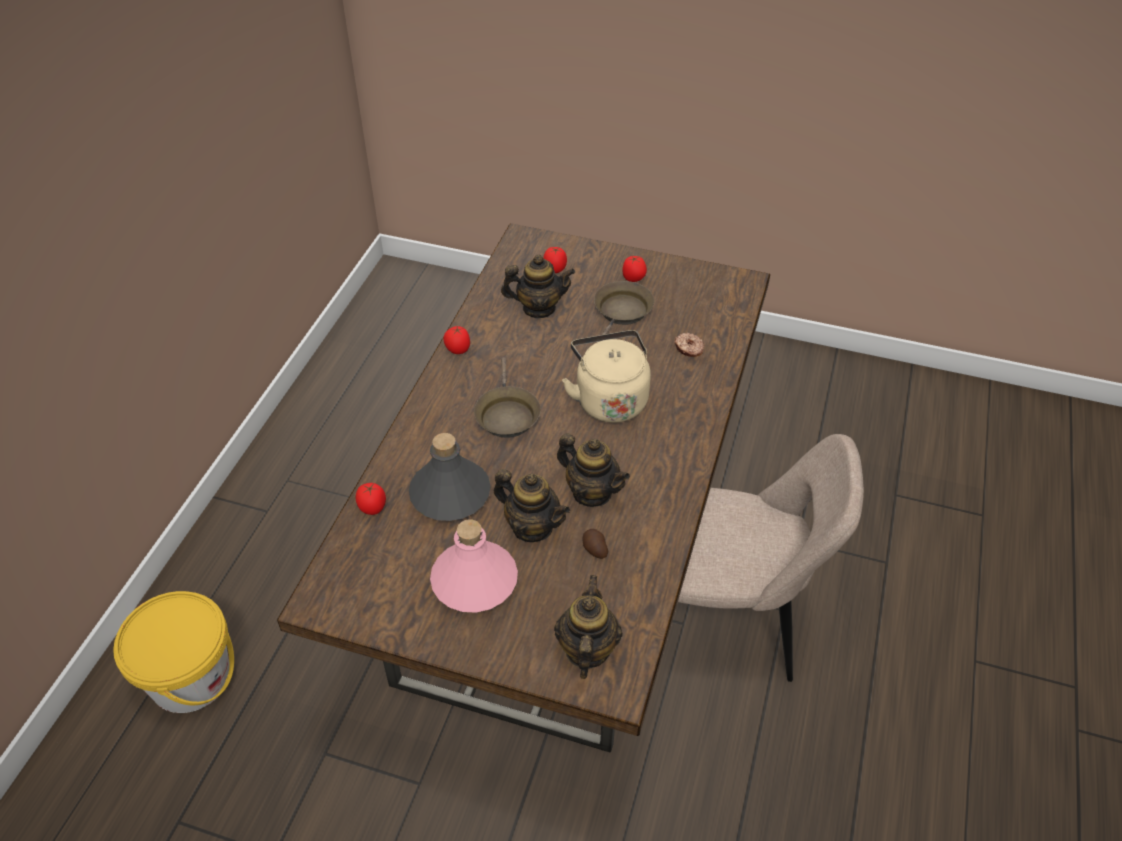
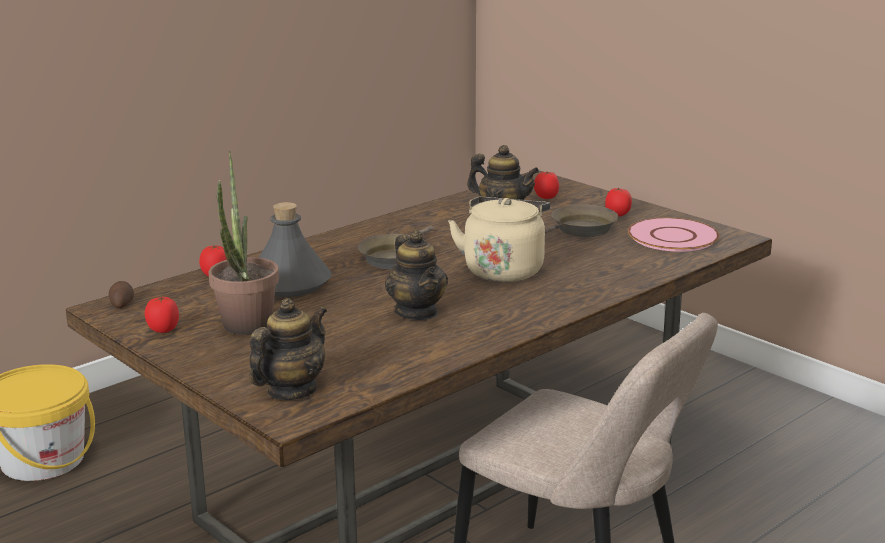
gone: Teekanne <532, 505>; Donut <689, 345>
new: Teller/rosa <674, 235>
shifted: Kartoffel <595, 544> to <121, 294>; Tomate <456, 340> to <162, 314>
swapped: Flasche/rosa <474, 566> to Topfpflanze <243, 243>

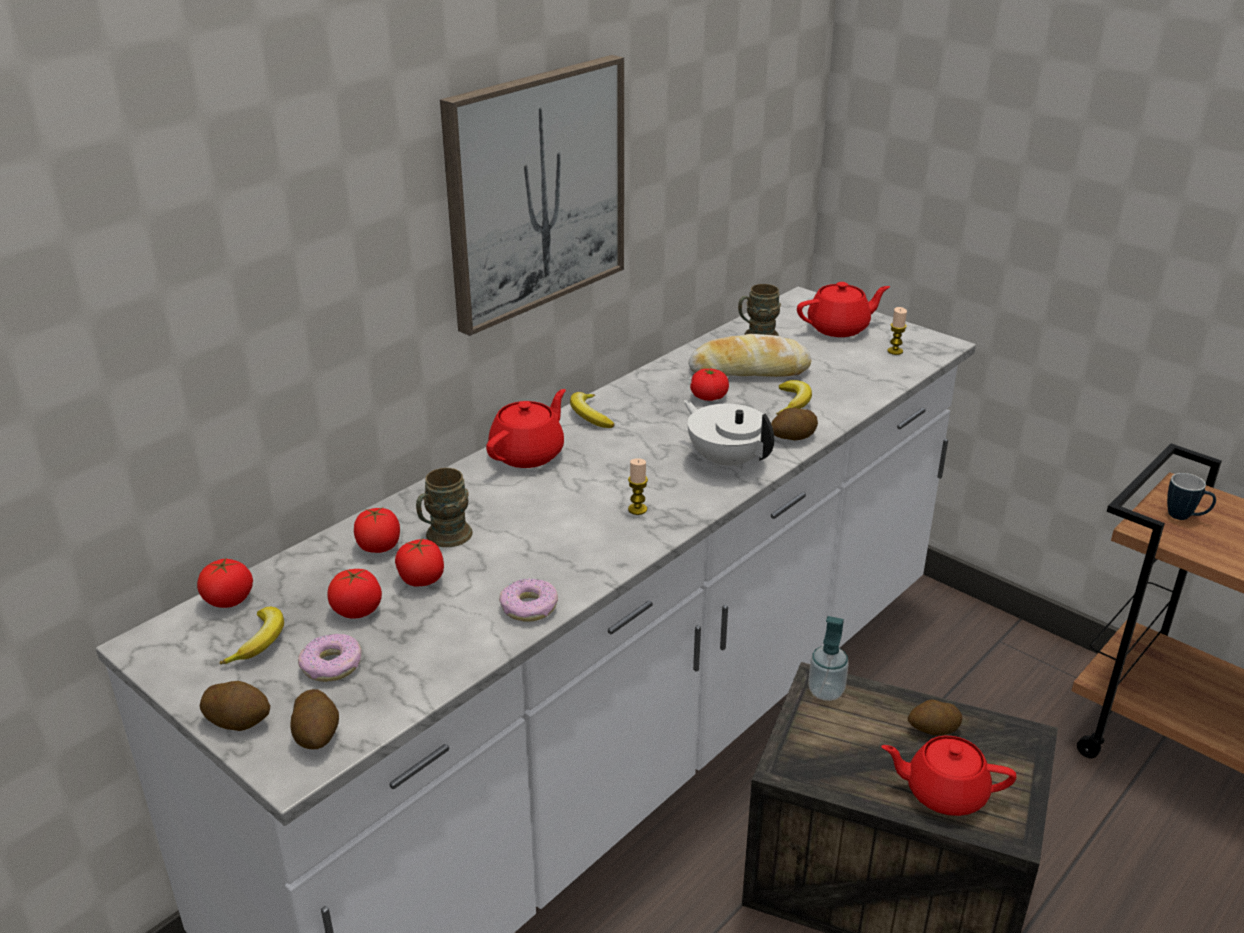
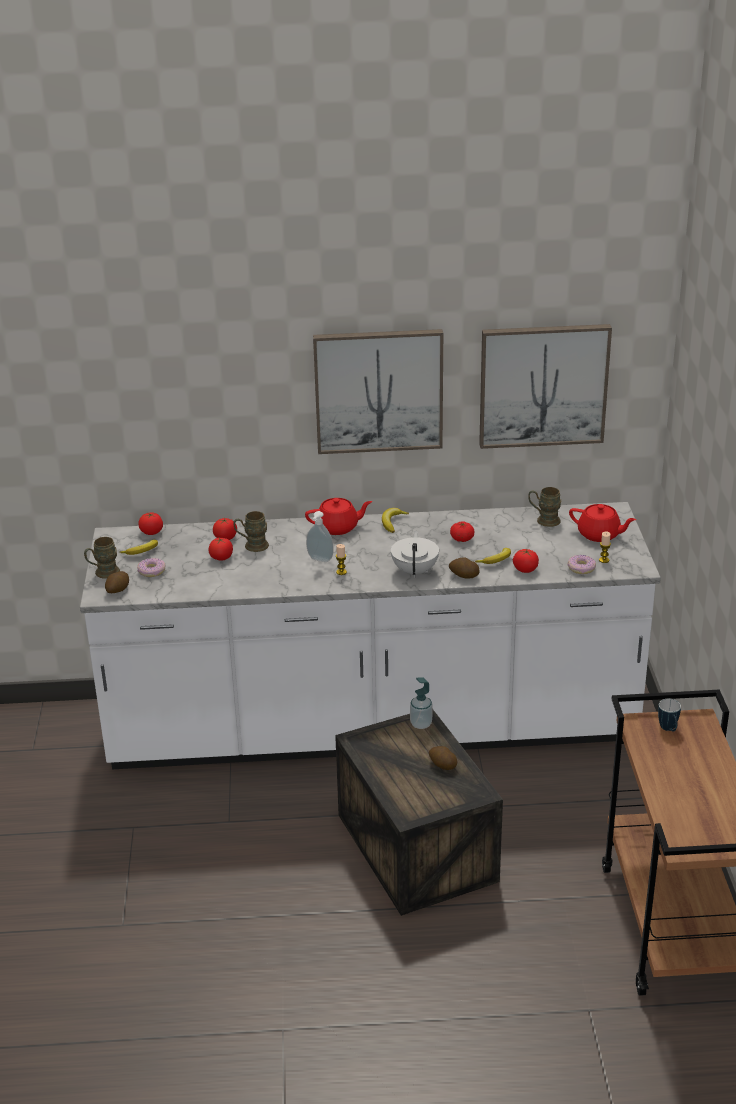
gone: Brot <750, 355>; Teekanne/rot <948, 775>
new: Seifenspender <320, 536>; Bild <545, 386>
shifted: Tomate <355, 594> to <526, 561>; Donut <528, 600> to <581, 564>
swapped: Kartoffel <235, 706> to Henkelbecher/braun <102, 558>

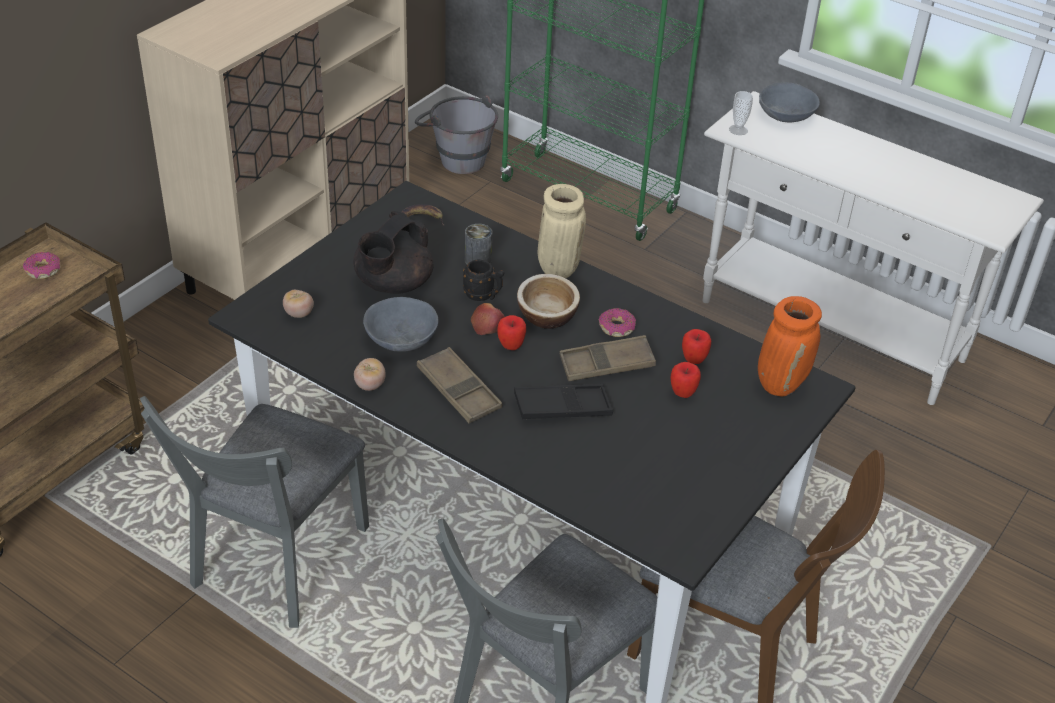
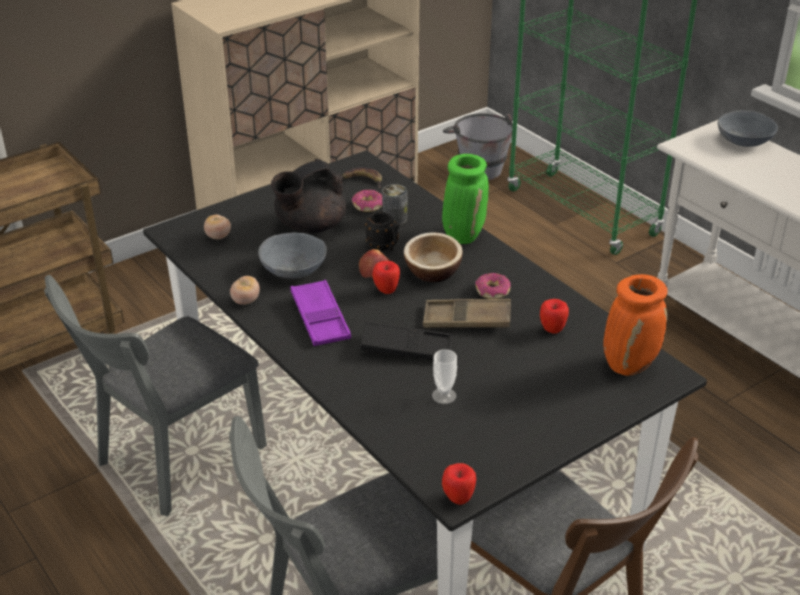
shifted: Donut <41, 265> to <367, 201>; Tasse <741, 113> to <444, 376>; Apfel <685, 380> to <459, 484>
repainted: Tablett/braun <460, 385> to Tablett/lila <320, 313>; Vase/beige <562, 231> to Vase/grün <465, 199>

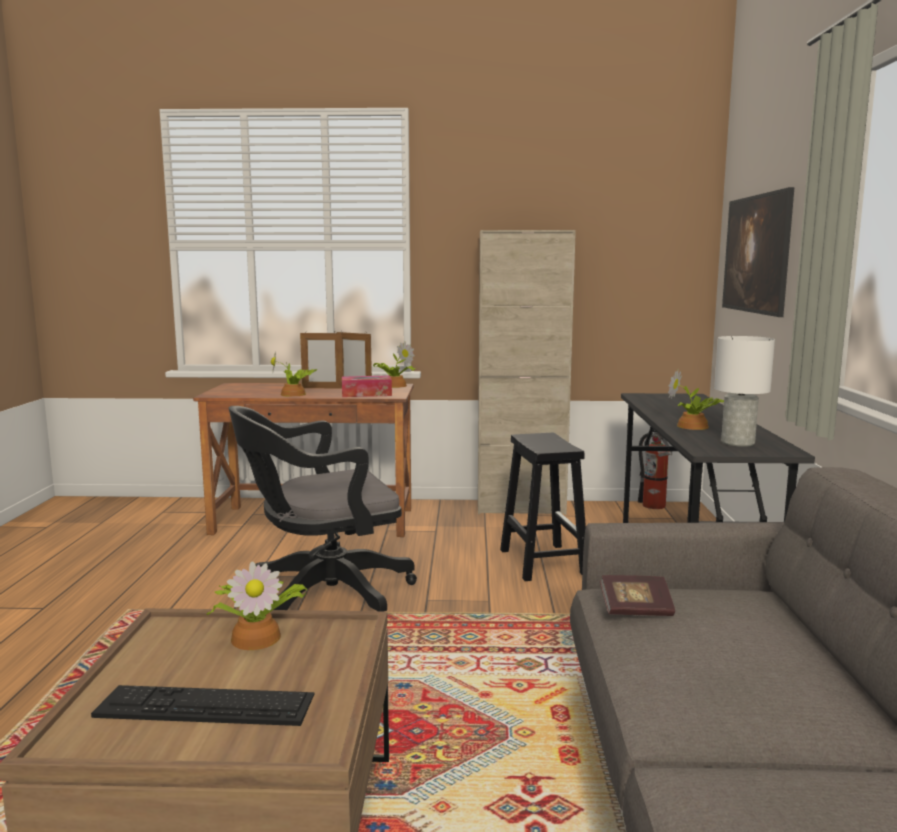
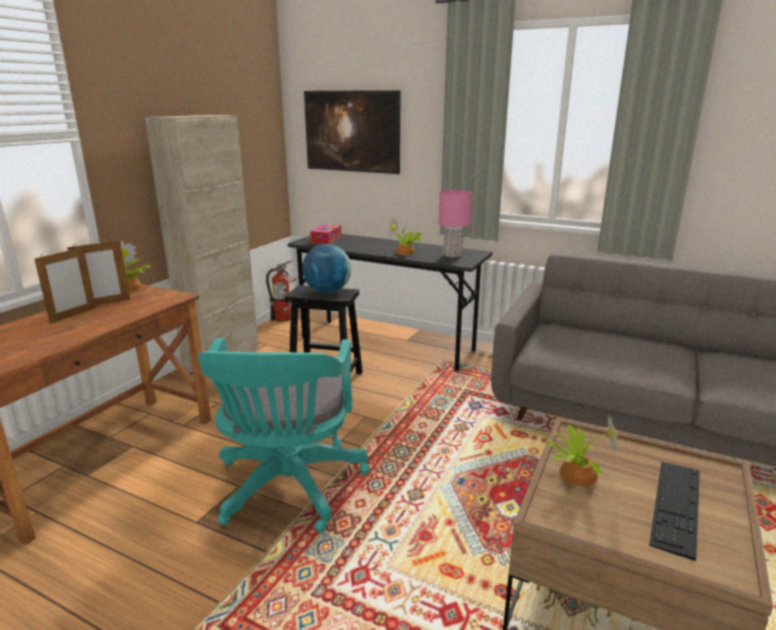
gone: Topfpflanze <294, 373>; Buch <637, 595>
new: Globus <326, 268>
shifted: Taschentuchbox <367, 386> to <325, 234>
repainted: Bürostuhl/schwarz <323, 508> to Bürostuhl/türkis <284, 435>; Tischlampe/weiß <744, 391> to Tischlampe/rosa <455, 223>

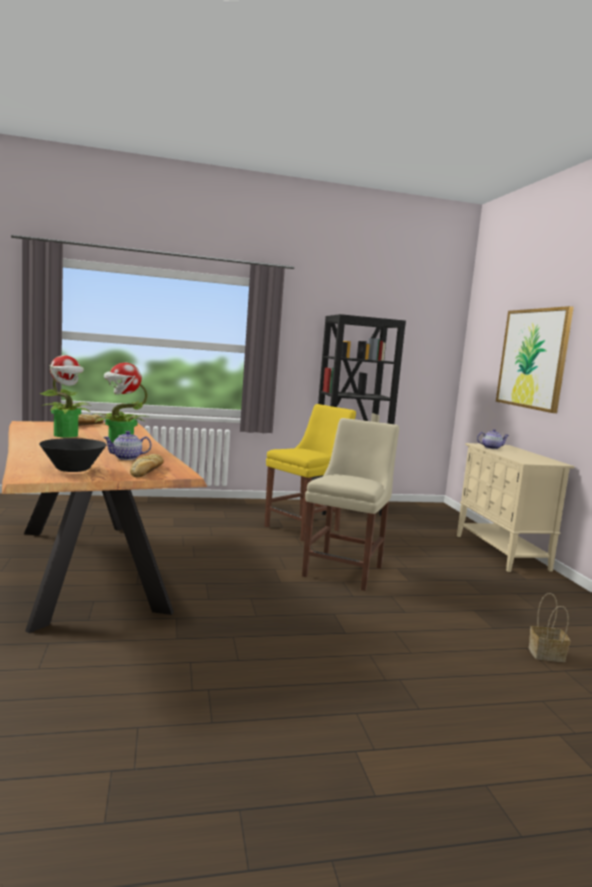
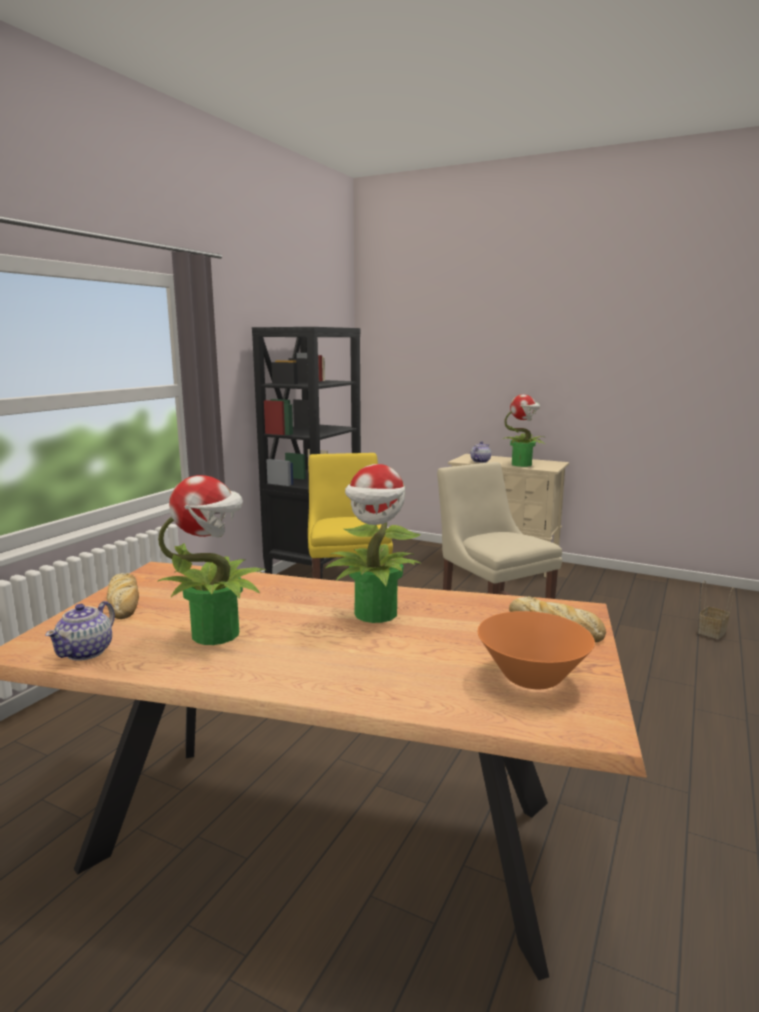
gone: Bild <535, 359>
new: Topfpflanze <524, 430>
shifted: Teekanne <127, 445> to <80, 631>
repainted: Schüssel/schwarz <73, 455> to Schüssel/orange <536, 650>

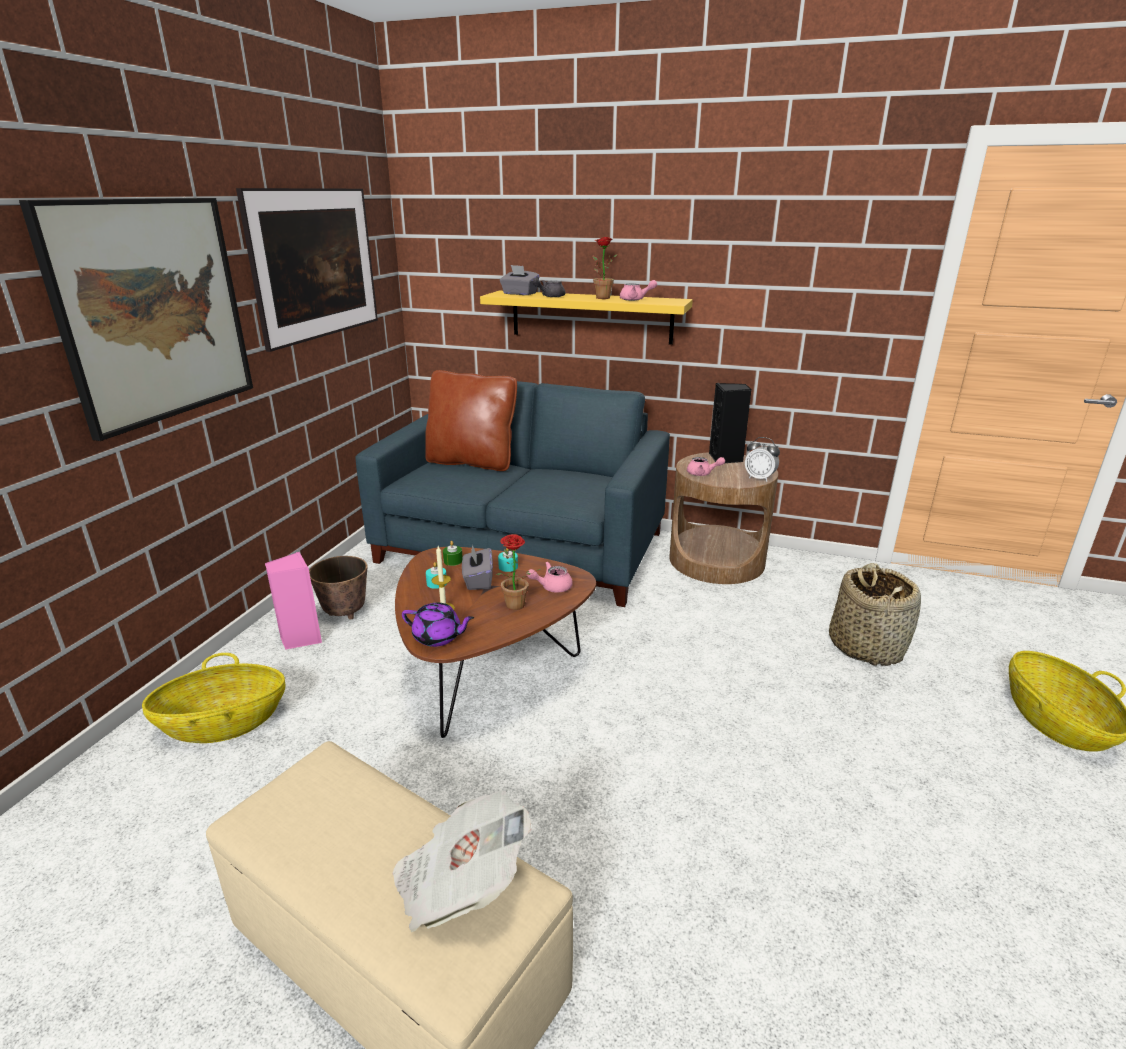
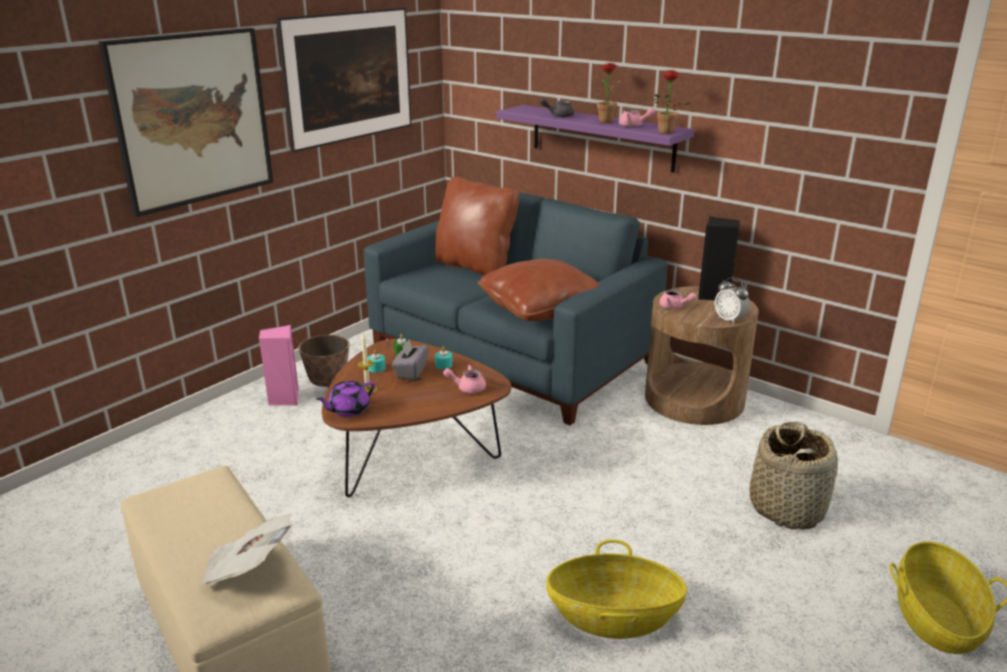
gone: Taschentuchbox/grau <520, 280>
new: Kissen/braun <538, 290>
shifted: Korb <213, 698> to <616, 589>; Topfpflanze <518, 572> to <672, 102>
repainted: Wandregal/gelb <586, 318> to Wandregal/lila <595, 139>
rotated: Teekanne/lila <438, 625> = <345, 399> 105 degrees clockwise

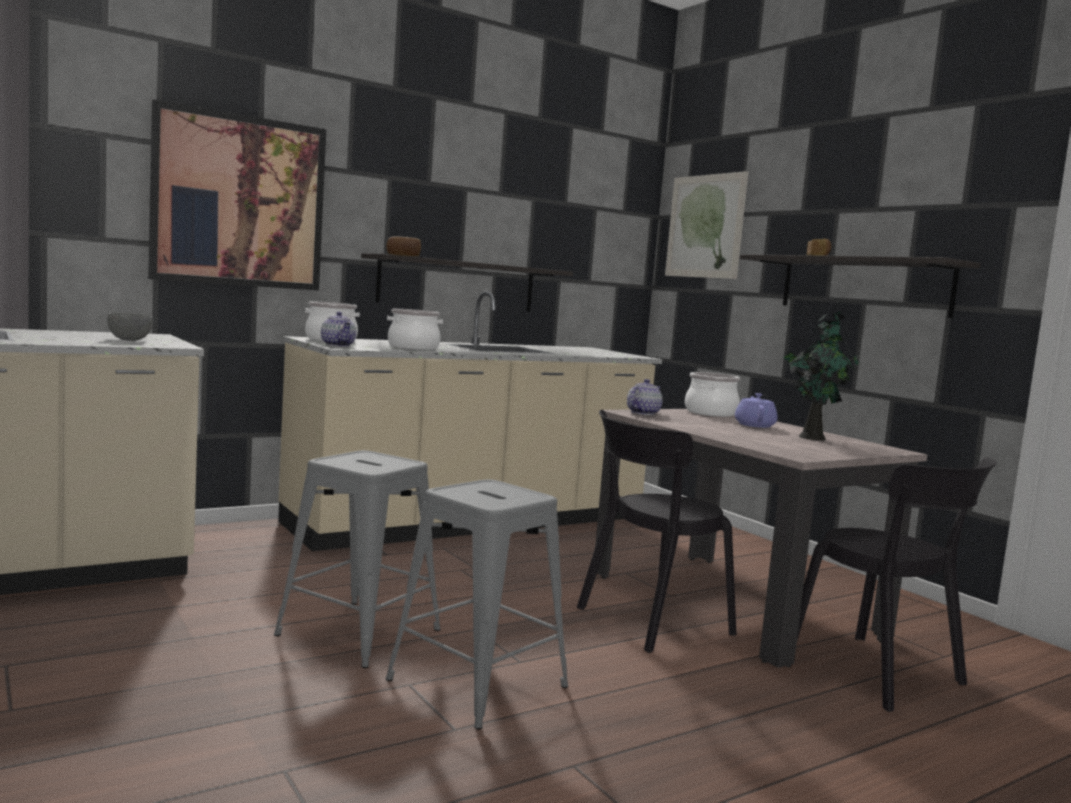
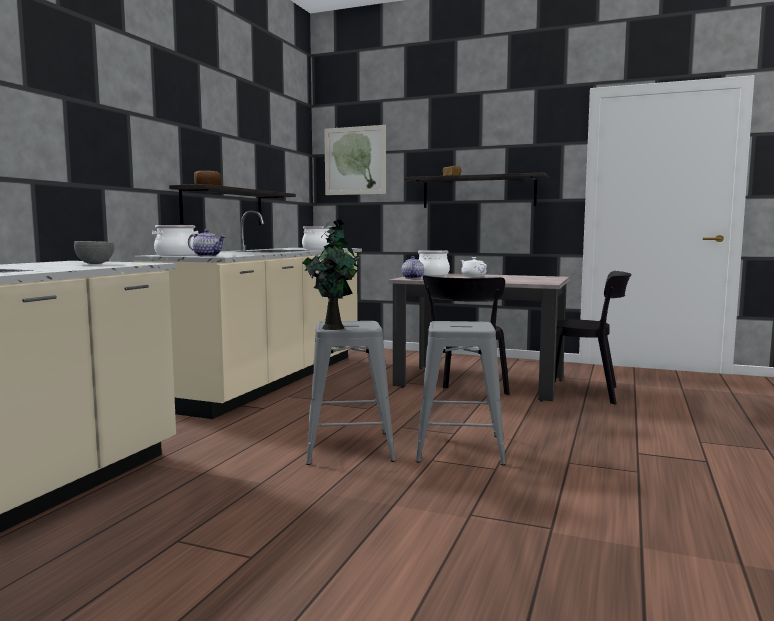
gone: Bild <237, 195>
shifted: Topfpflanze <821, 376> to <331, 274>; Kochtopf <415, 329> to <316, 237>
repainted: Teekanne/lila <756, 410> to Teekanne/weiß <474, 267>

